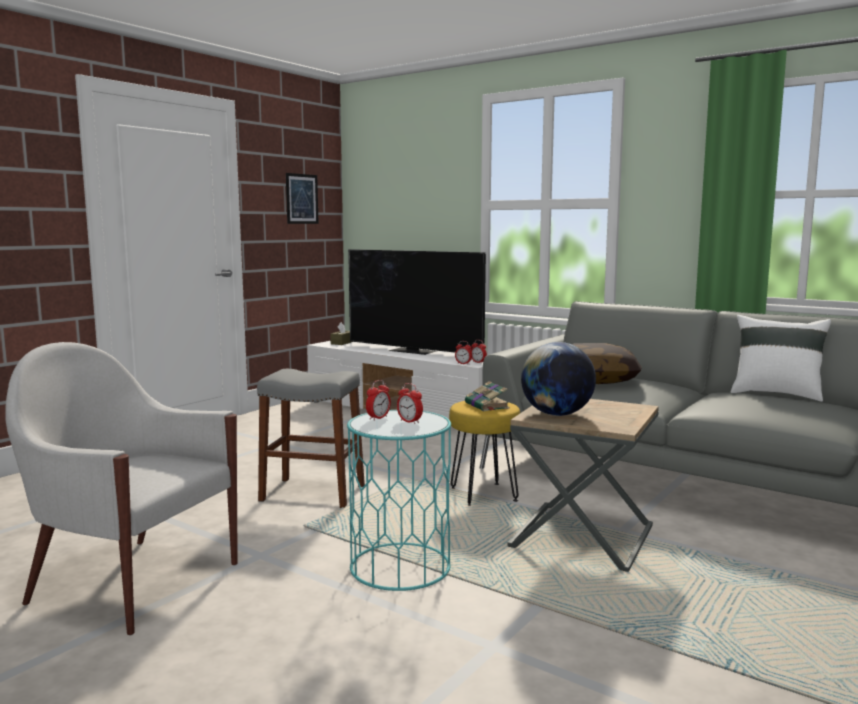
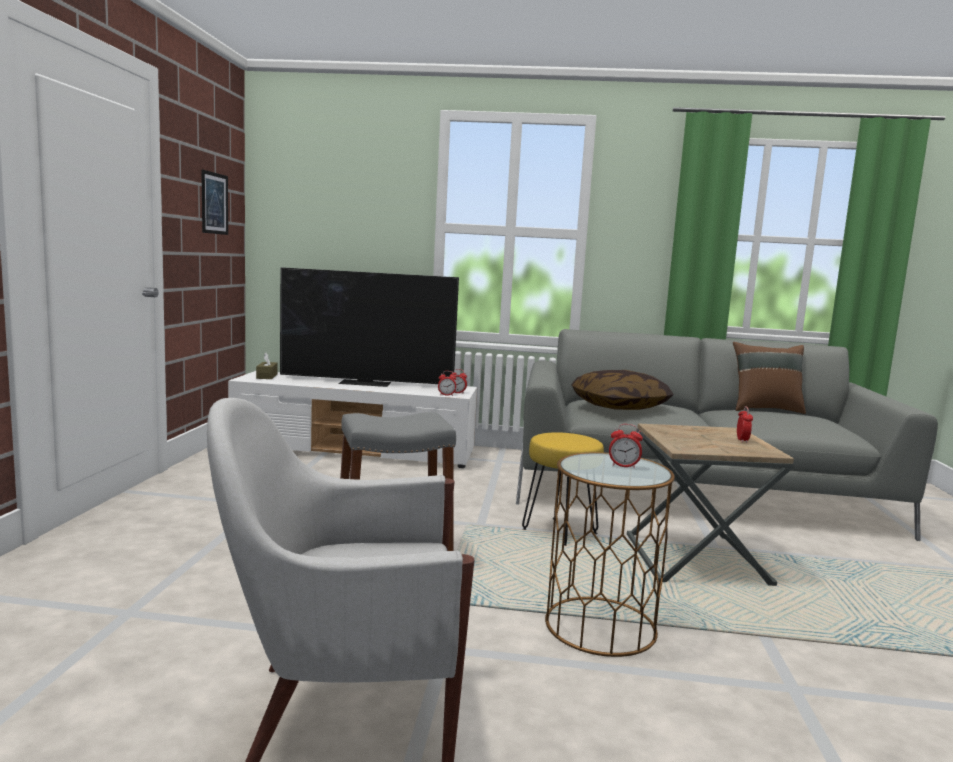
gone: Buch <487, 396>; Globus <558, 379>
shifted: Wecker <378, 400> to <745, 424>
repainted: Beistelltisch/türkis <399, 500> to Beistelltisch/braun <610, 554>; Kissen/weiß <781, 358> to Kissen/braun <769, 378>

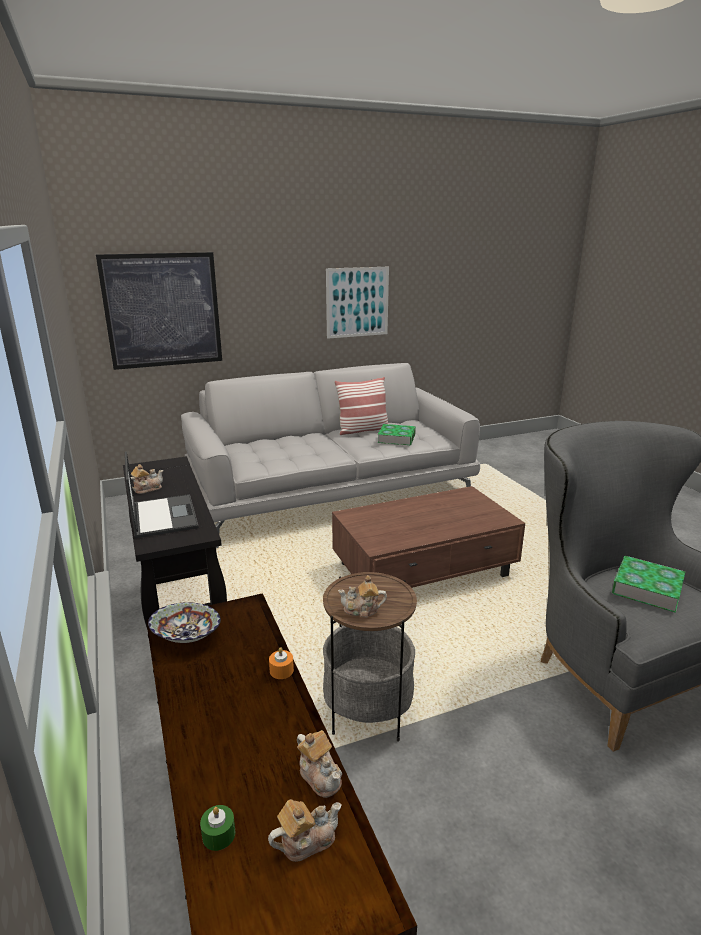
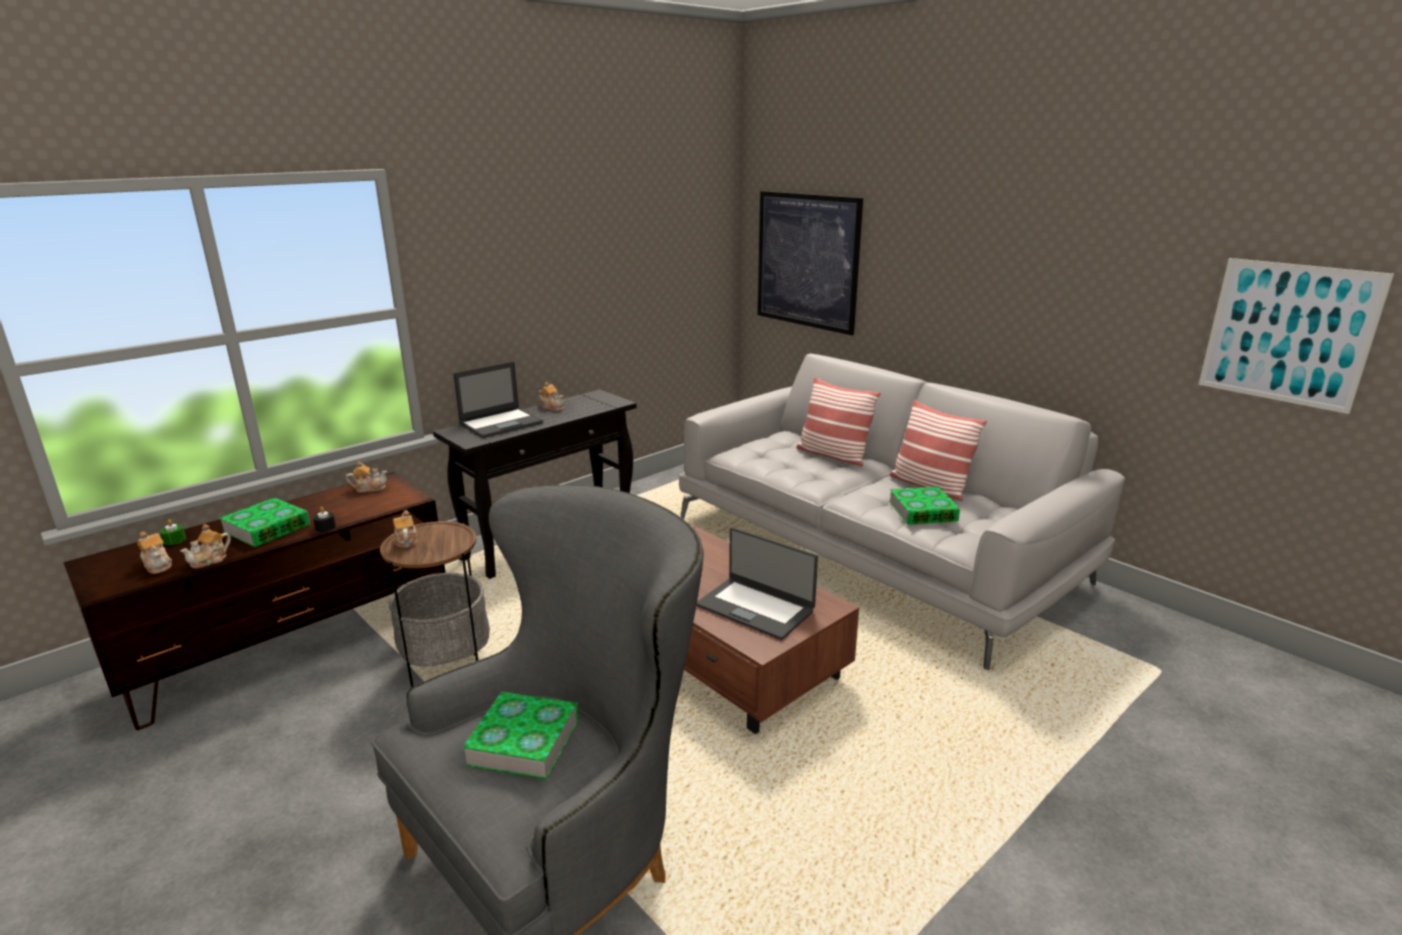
new: Buch <264, 522>; Laptop <757, 583>; Kissen <838, 422>
shifted: Bild <357, 303> to <1296, 336>
swapped: Schüssel <184, 622> to Teekanne <366, 477>
repainted: Kerze/orange <281, 663> to Kerze/schwarz <324, 519>

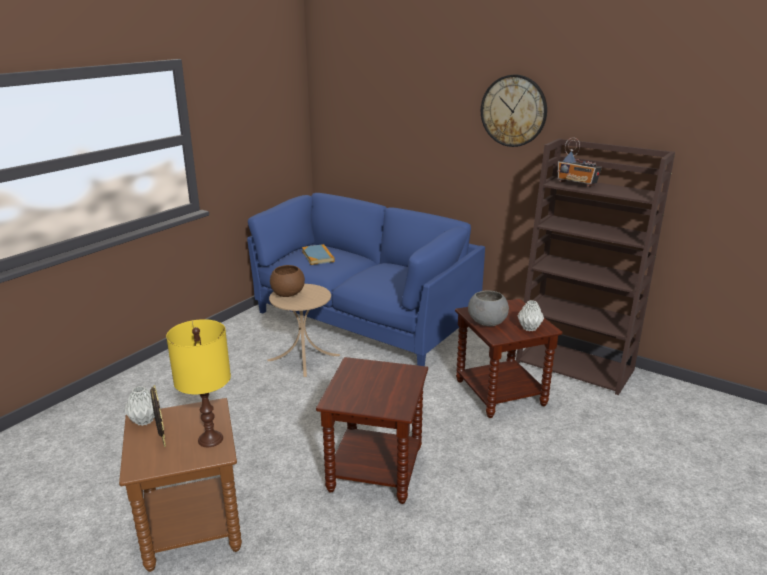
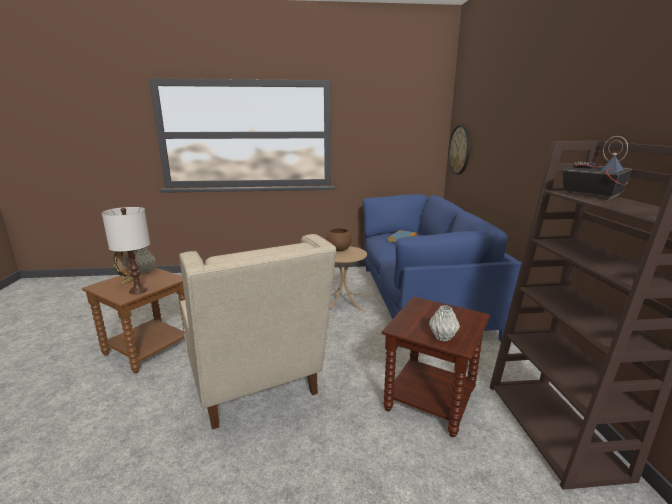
gone: Schüssel/grau <488, 308>
shifted: Wanduhr <514, 111> to <459, 150>
swapped: Beistelltisch/braun <372, 430> to Sessel/beige <257, 332>
repainted: Tischlampe/gelb <198, 383> to Tischlampe/weiß <126, 250>
rotated: Radio <579, 162> = <597, 168> 150 degrees clockwise

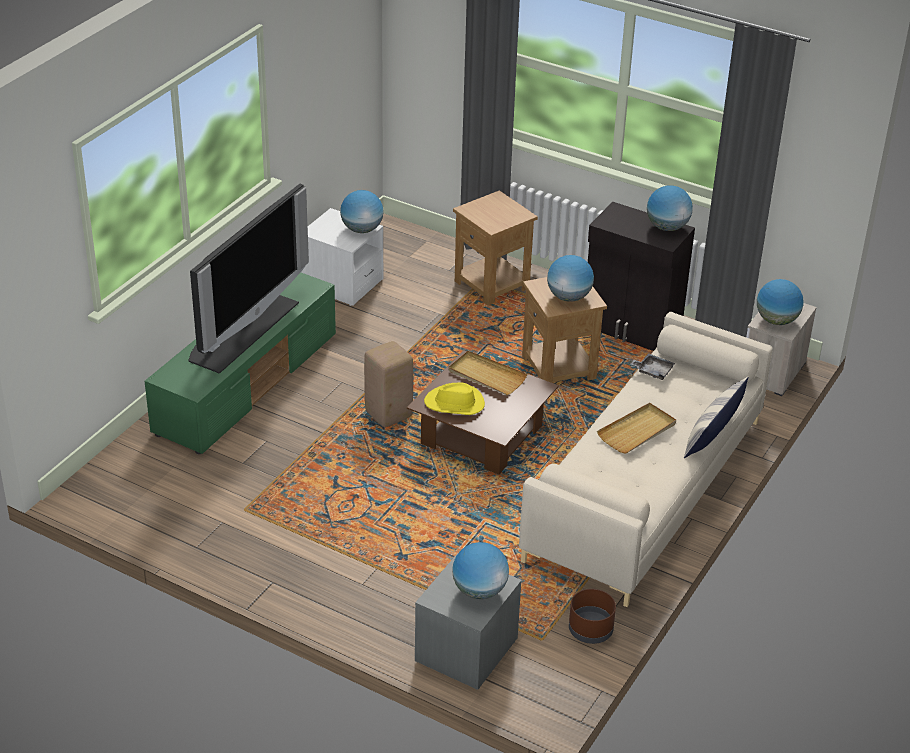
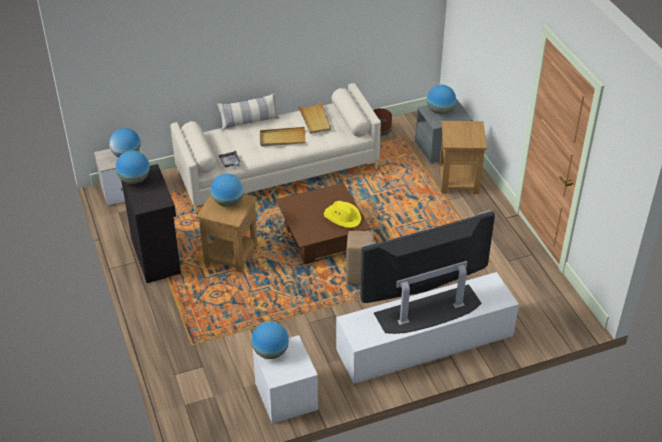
shifted: Tablett/beige <487, 373> to <314, 118>; Beistelltisch/braun <495, 248> to <463, 157>
repainted: Fernsehschrank/grün <240, 363> to Fernsehschrank/weiß <427, 328>

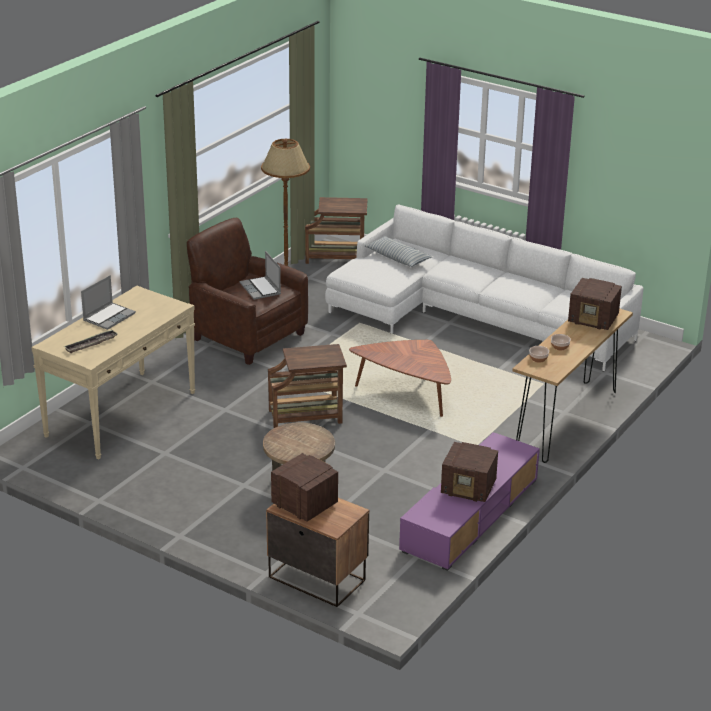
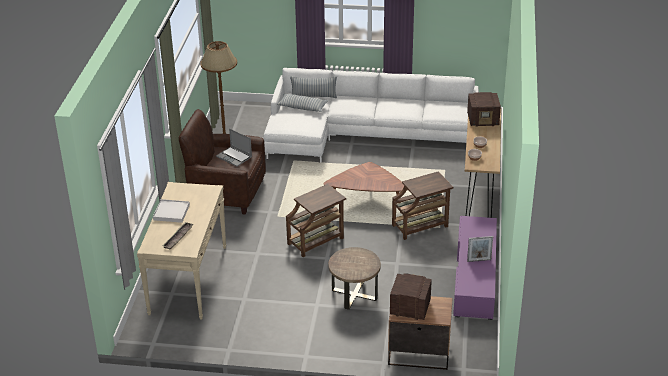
new: Kissen <313, 87>
shifted: Beistelltisch/braun <336, 230> to <422, 205>
swapped: Laptop <108, 302> to Tablett/weiß <171, 211>; Radio <469, 472> to Bilderrahmen <480, 249>

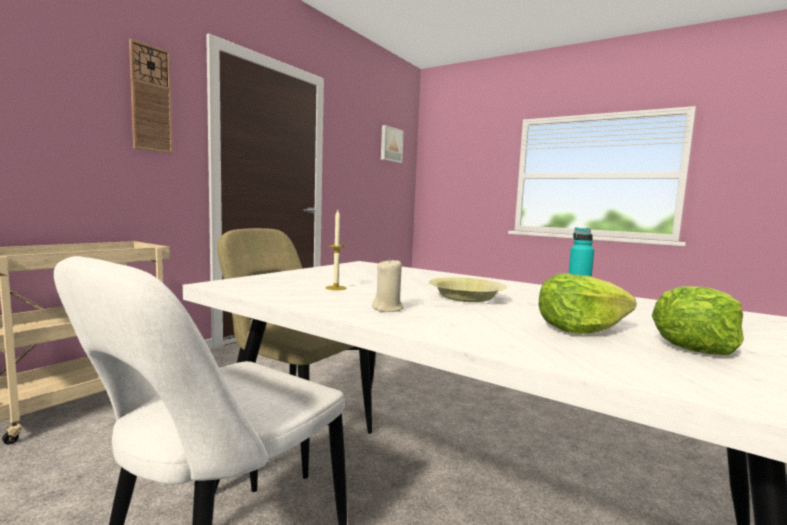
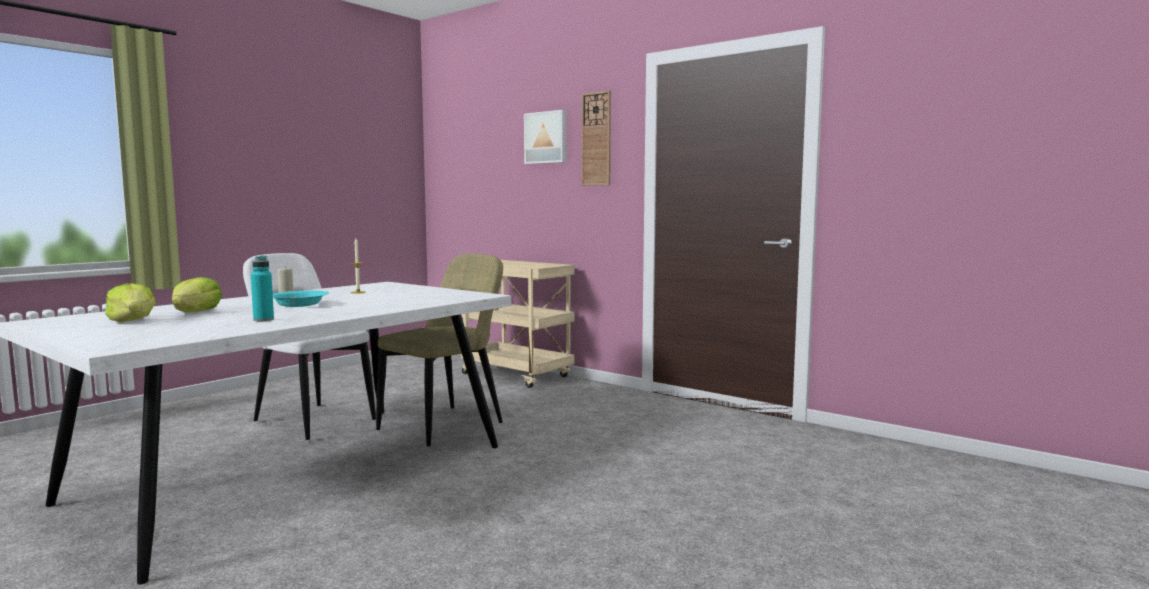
shifted: Bild <392, 144> to <545, 137>
repainted: Schüssel/gelb <468, 289> to Schüssel/türkis <301, 299>

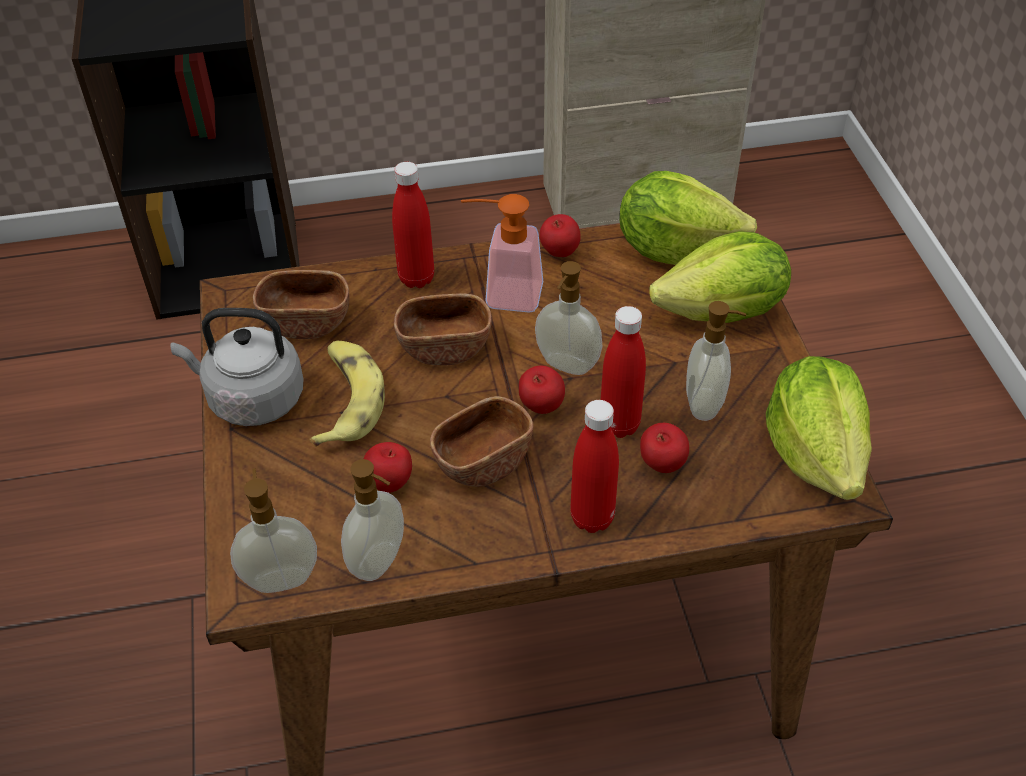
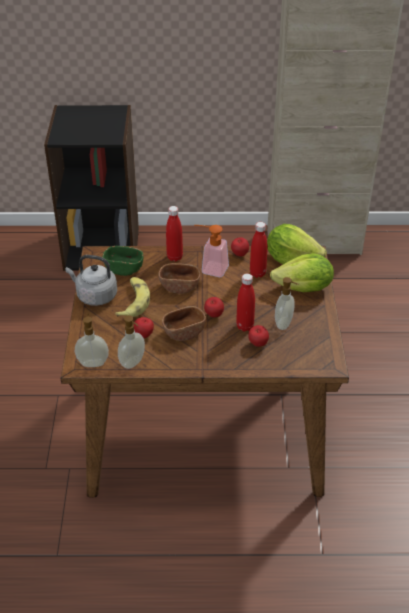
gone: Seifenspender <569, 318>; Salatkopf <819, 428>
shifted: Flasche/rot <594, 466> to <259, 250>
repainted: Schüssel/braun <301, 304> to Schüssel/grün <123, 261>

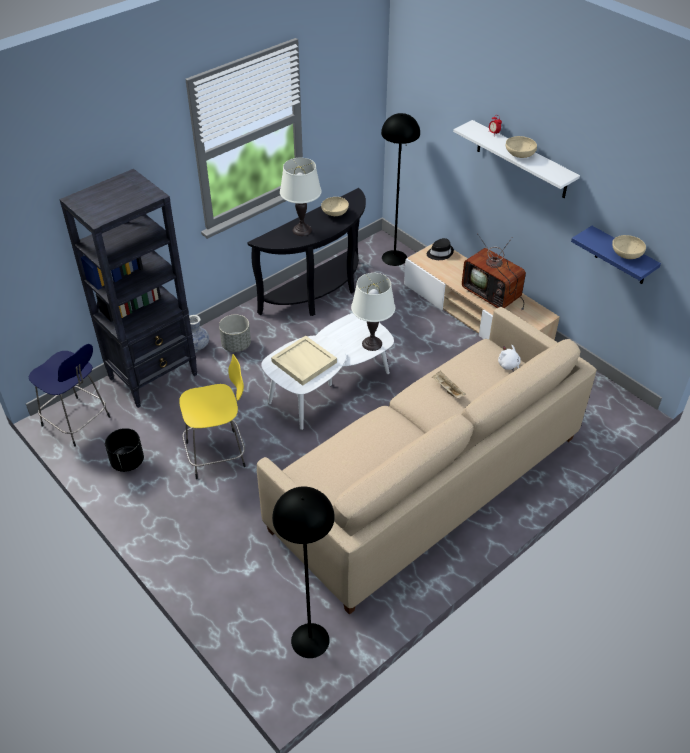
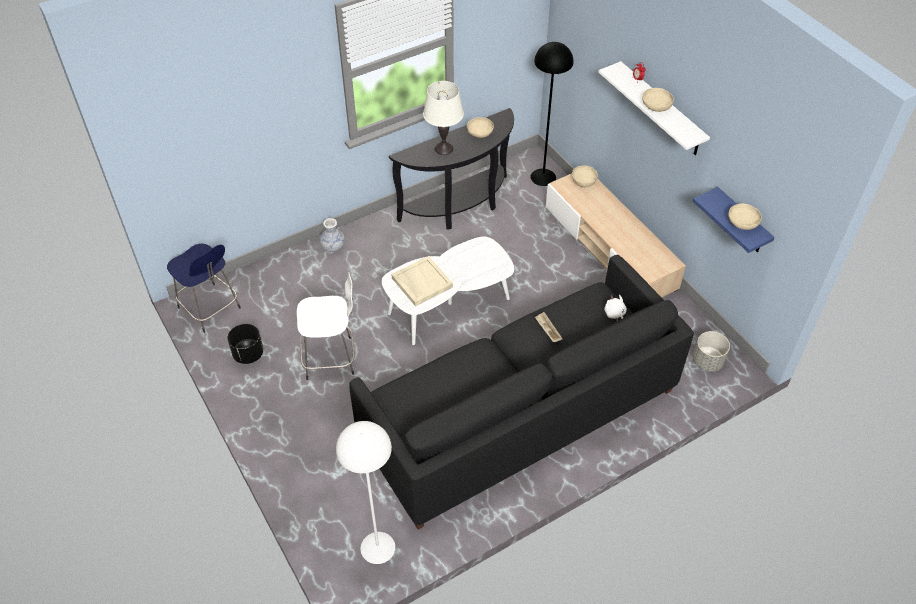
gone: Bücherregal/schwarz <128, 288>; Tischlampe/weiß <373, 312>; Fernseher <494, 272>
shifted: Pflanzkübel/grau <235, 333> to <711, 351>
swapped: Hut/schwarz <440, 249> to Schüssel/beige <585, 176>
repainted: Hocker/gelb <212, 416> to Hocker/weiß <325, 326>; Stehlampe/schwarz <303, 572> to Stehlampe/weiß <365, 492>; Sofa/beige <427, 461> to Sofa/schwarz <521, 392>

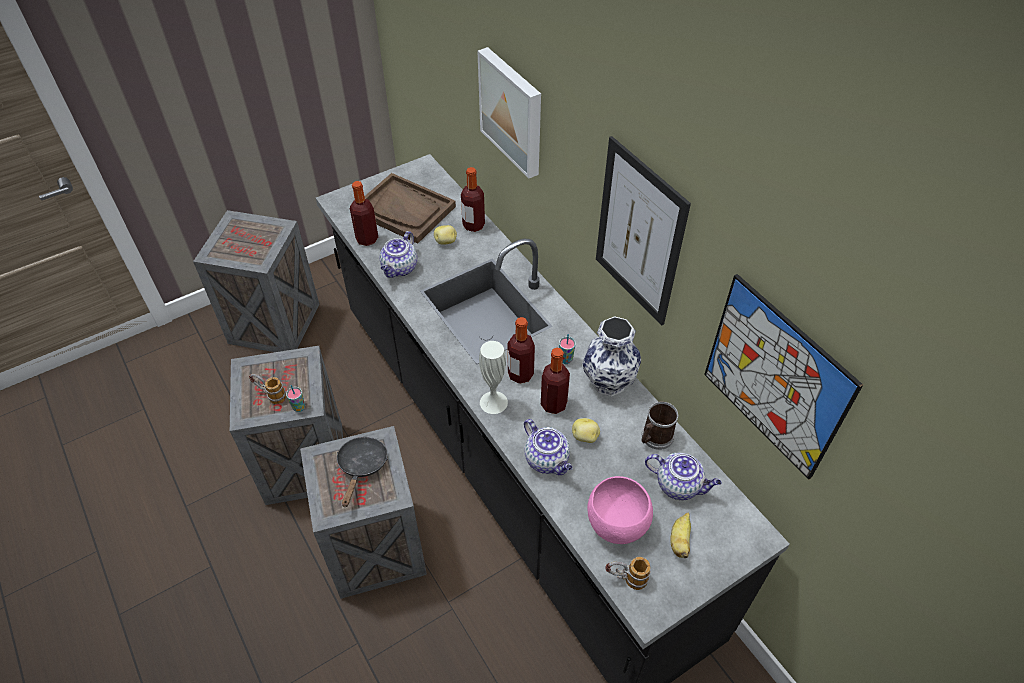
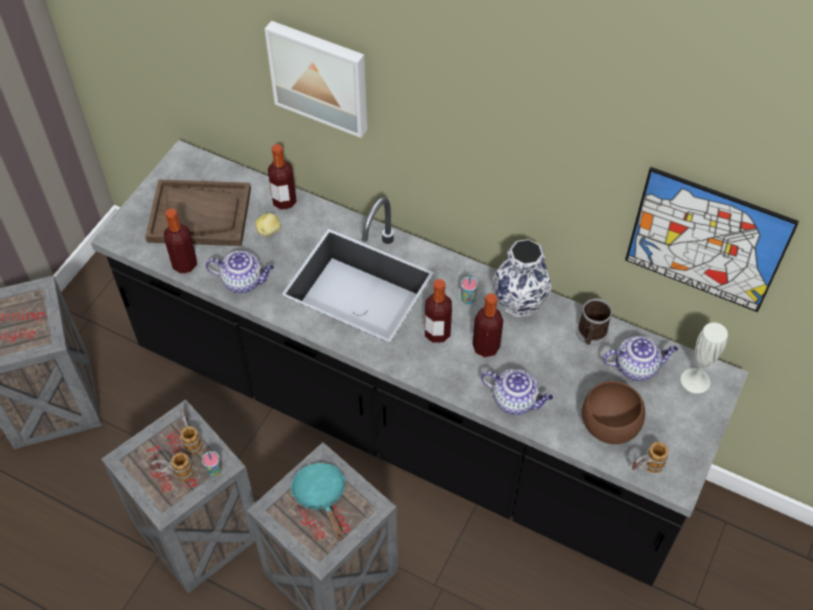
gone: Kartoffel <586, 430>; Bild <643, 231>; Banane <680, 535>
new: Henkelbecher <191, 432>
shifted: Vase/weiß <493, 377> to <704, 357>
repainted: Pfanne/schwarz <362, 472> to Pfanne/türkis <318, 502>; Schüssel/rosa <620, 510> to Schüssel/braun <613, 412>
rotated: Teekanne <398, 254> = <240, 272> 75 degrees counterclockwise

